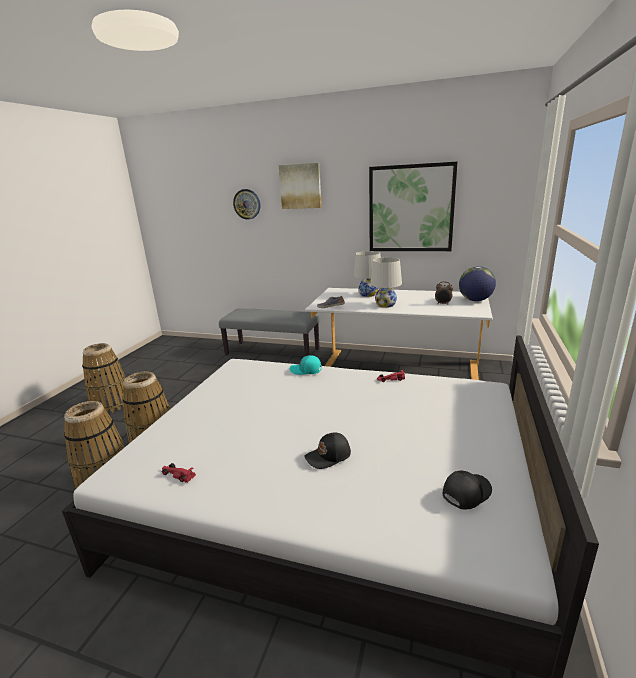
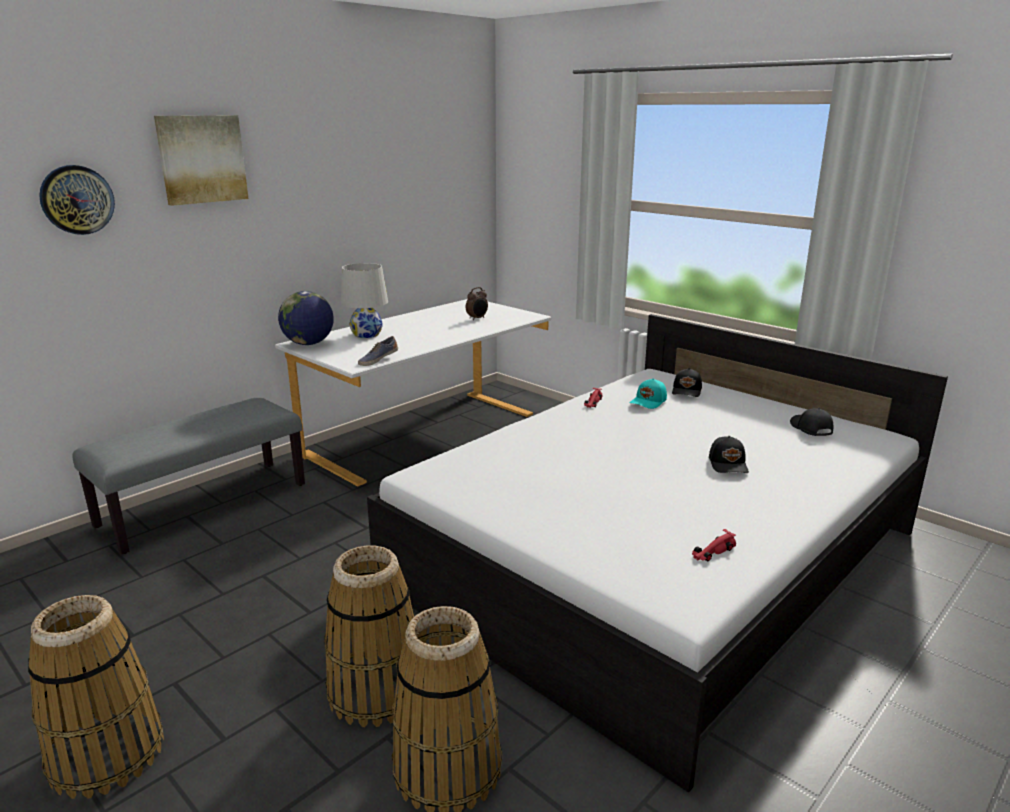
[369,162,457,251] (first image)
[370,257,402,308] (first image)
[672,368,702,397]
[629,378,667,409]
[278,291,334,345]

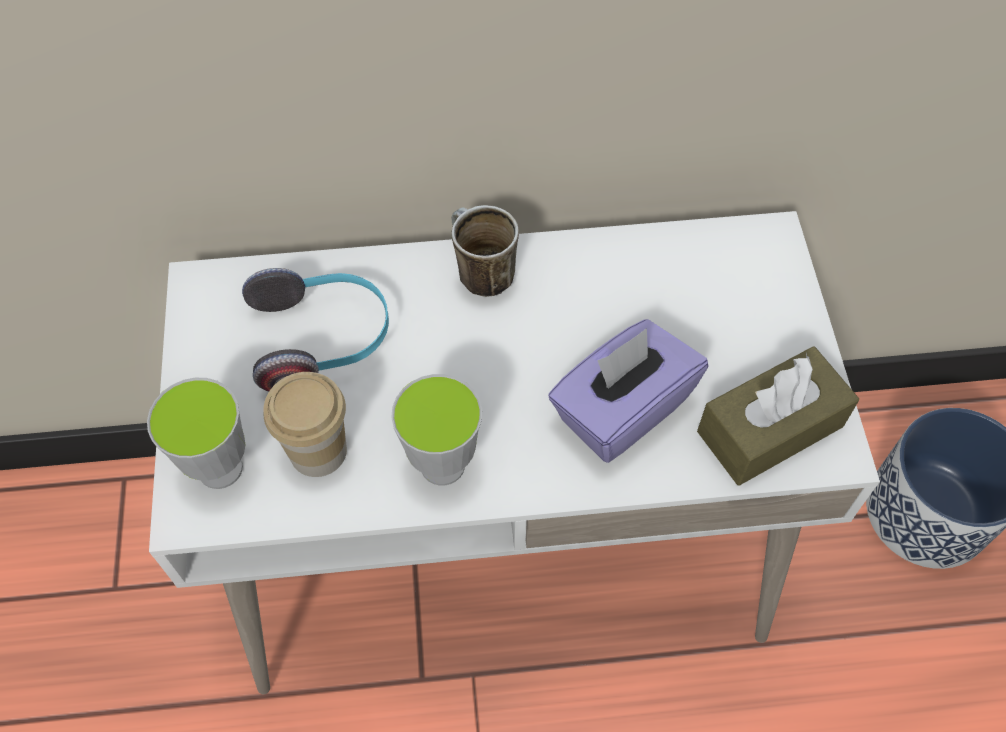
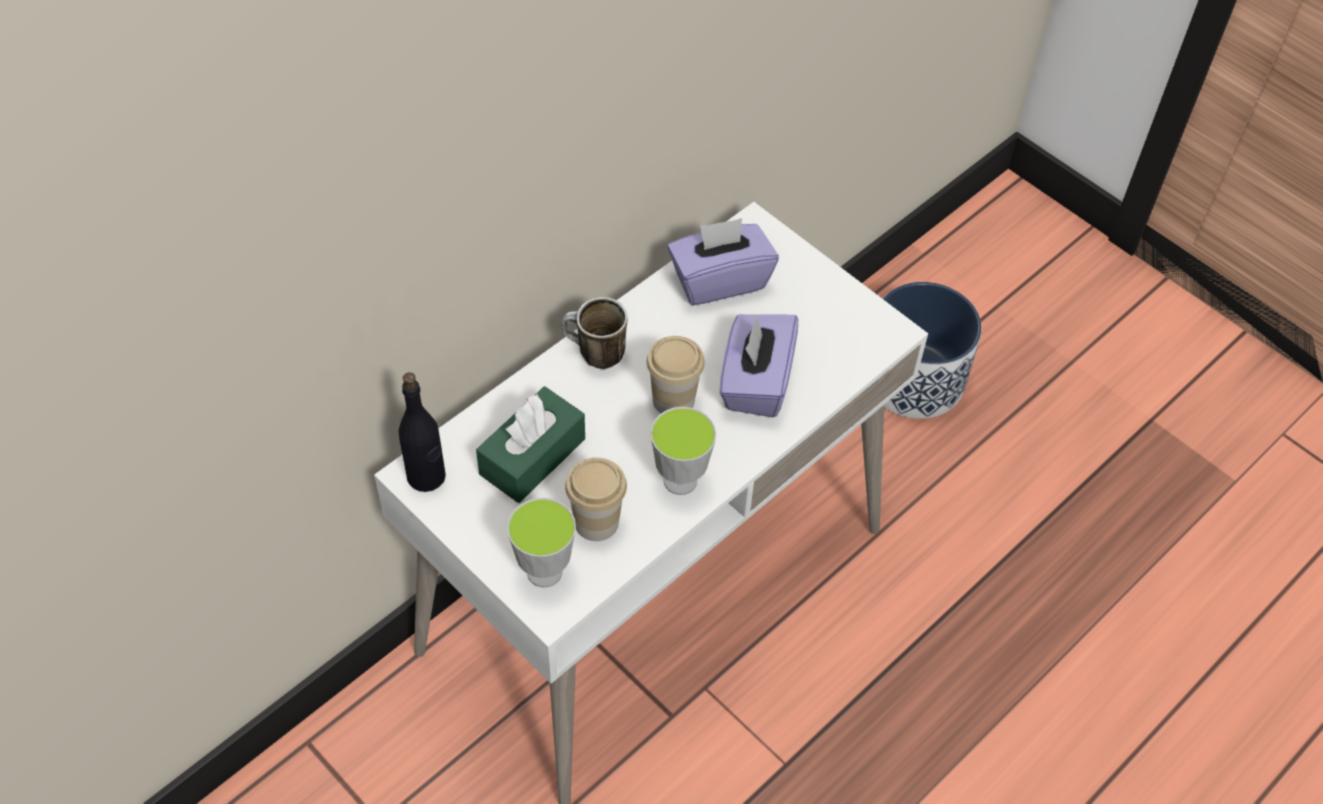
[697,346,859,486] (first image)
[399,372,446,492]
[647,336,705,413]
[667,218,779,305]
[476,387,585,503]

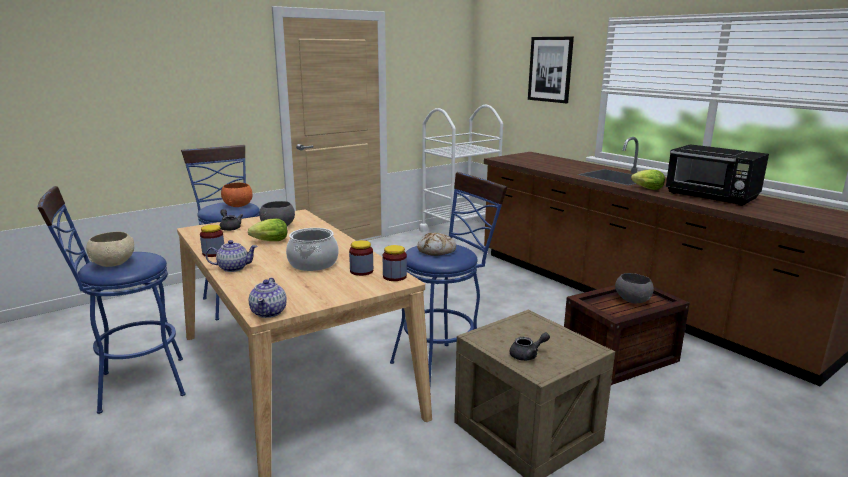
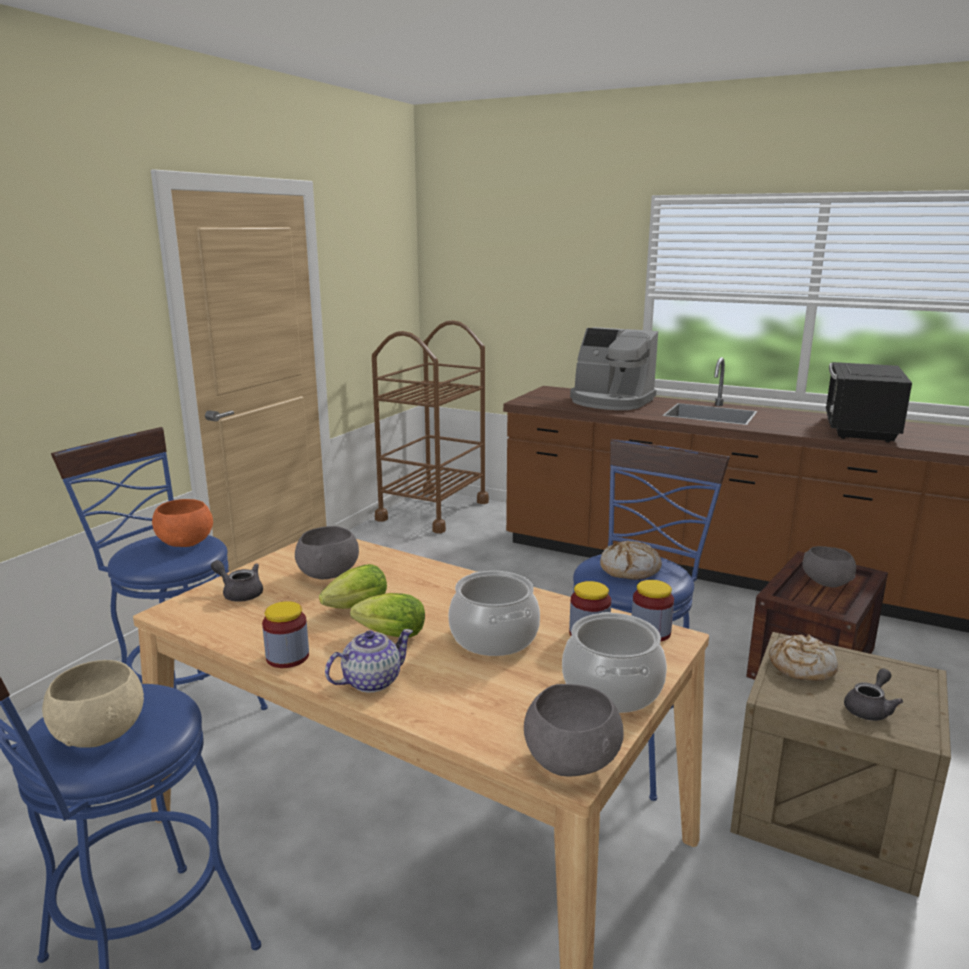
[528,37,574,103] (first image)
[562,612,667,713]
[570,327,658,410]
[769,634,838,681]
[350,593,425,638]
[524,684,624,777]
[372,320,489,533]
[826,362,912,442]

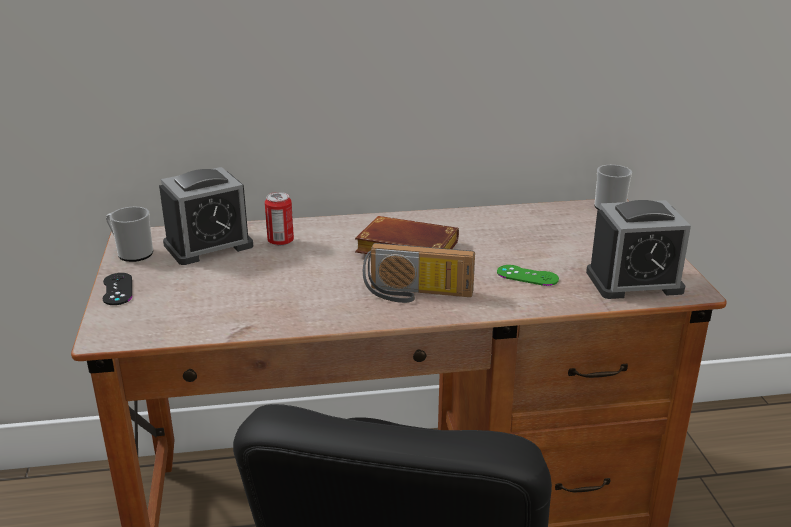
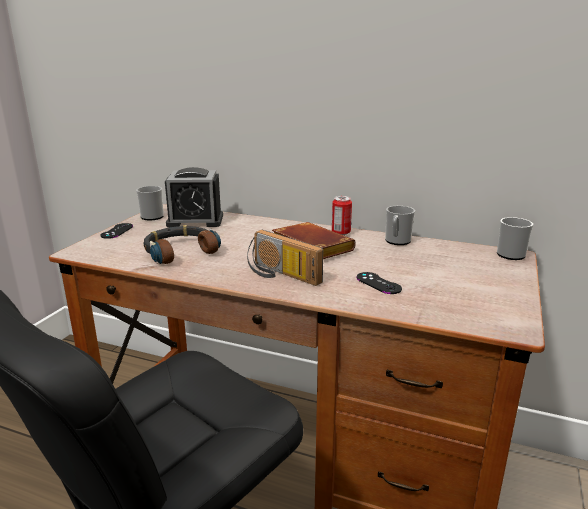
[586,200,691,299] (first image)
[143,225,221,264]
[385,206,415,245]
[332,196,352,235]
[356,272,402,294]

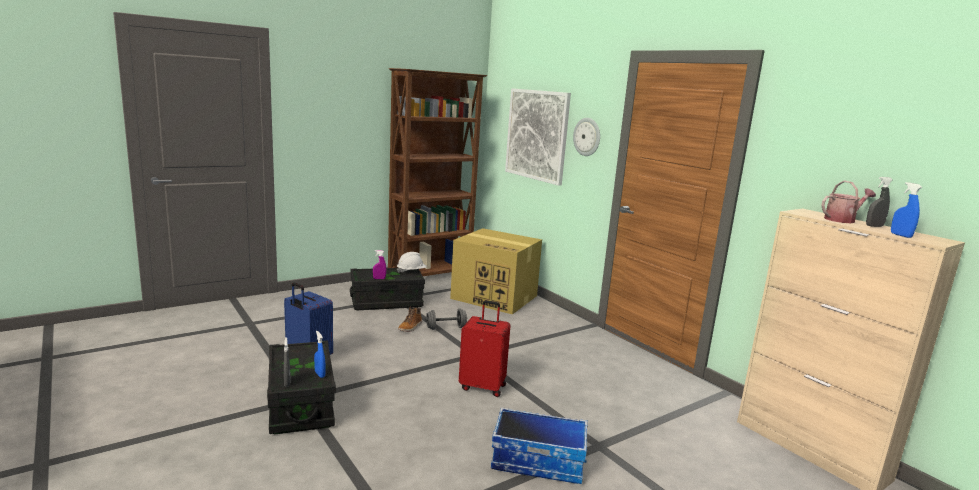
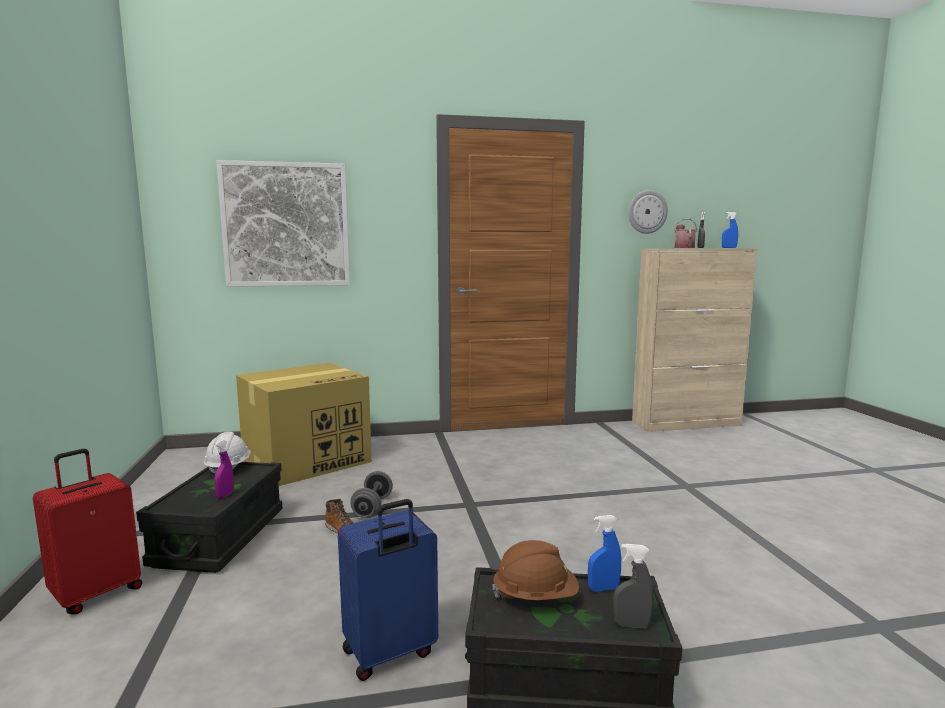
[388,68,487,276] (first image)
[491,407,588,484] (first image)
[492,540,579,600]
[33,449,142,614]
[628,190,668,234]

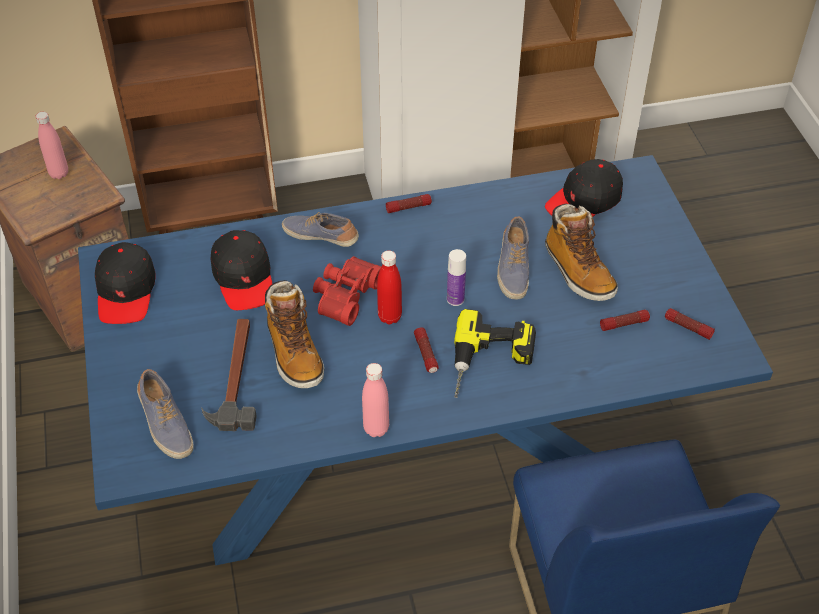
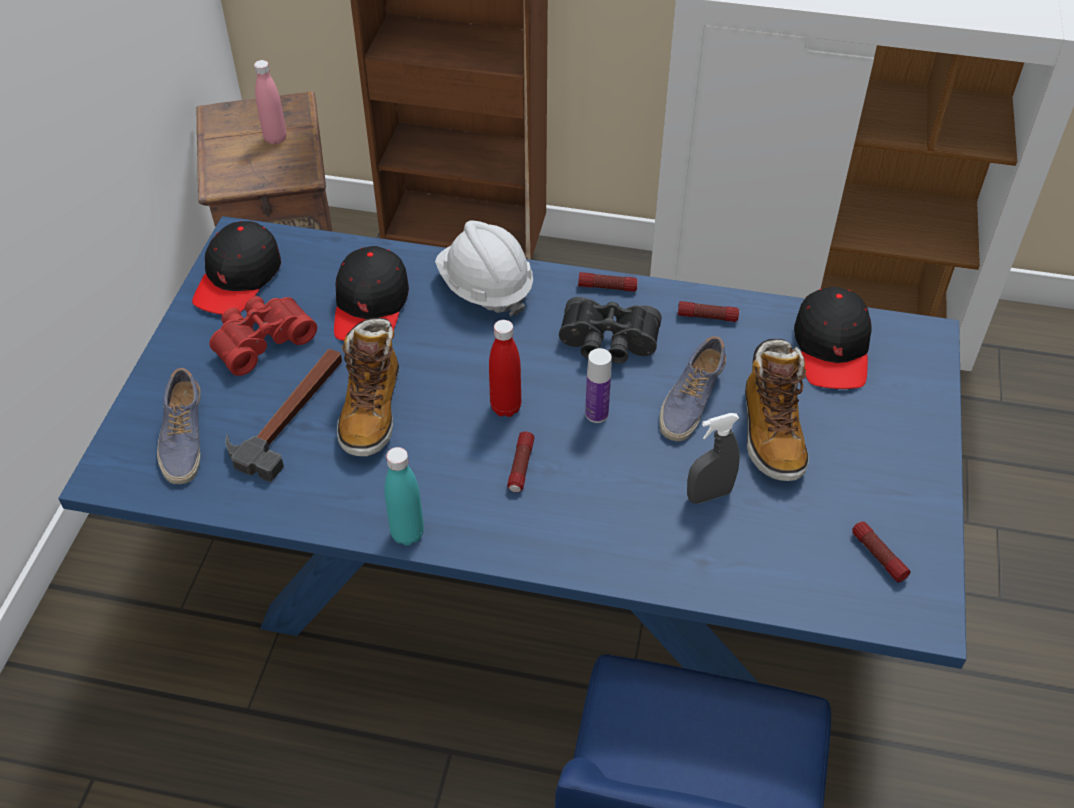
[454,309,536,398] (first image)
[559,297,662,364]
[687,413,740,504]
[209,296,317,376]
[678,301,739,322]
[435,220,533,316]
[385,447,424,545]
[794,287,872,389]

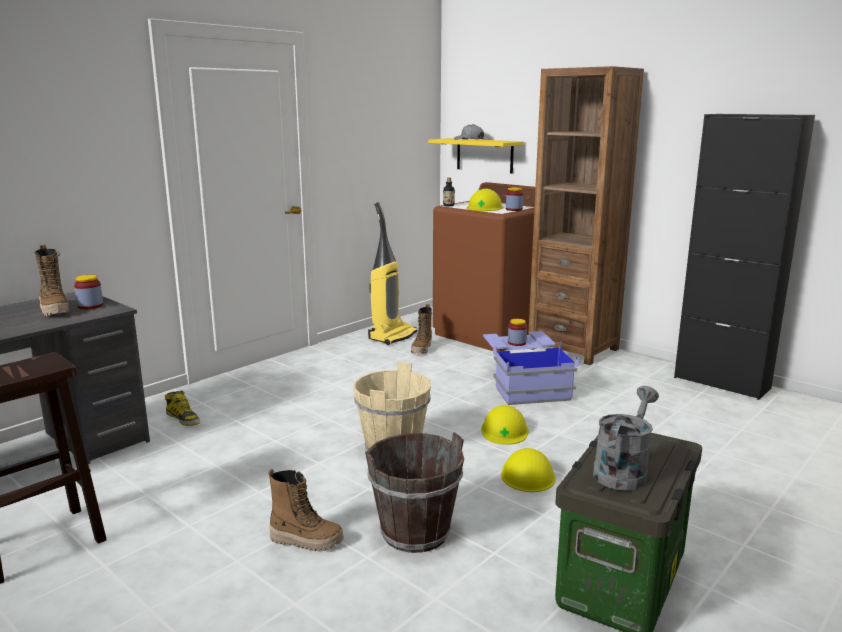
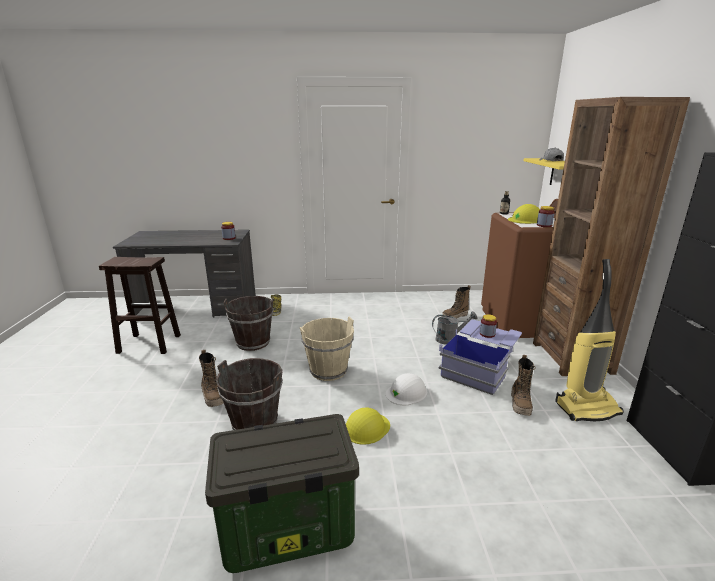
[223,296,274,351]
[511,355,536,416]
[555,259,624,421]
[432,311,478,344]
[386,373,427,405]

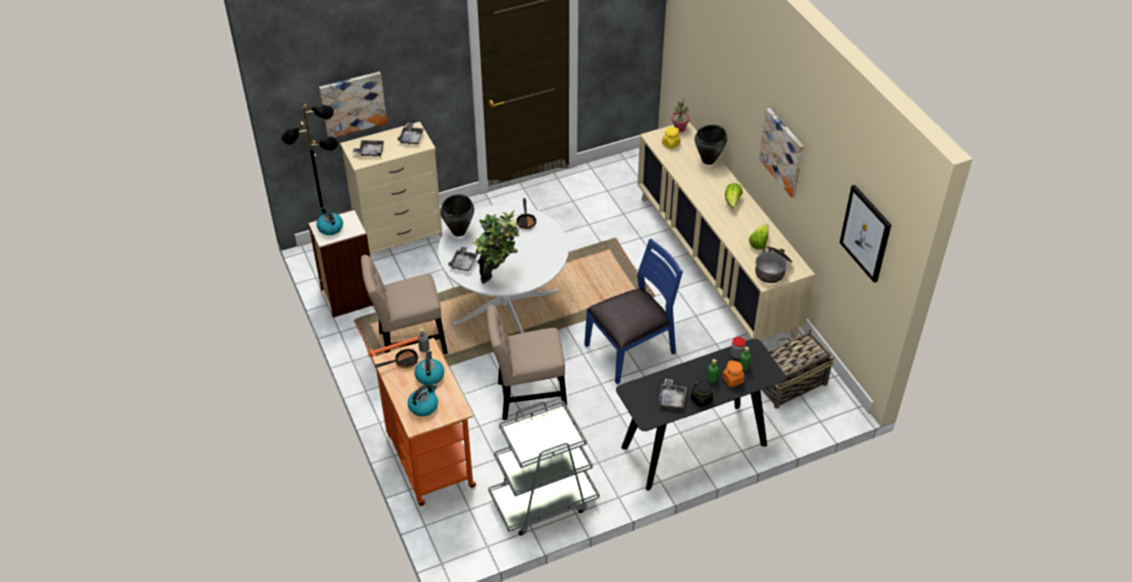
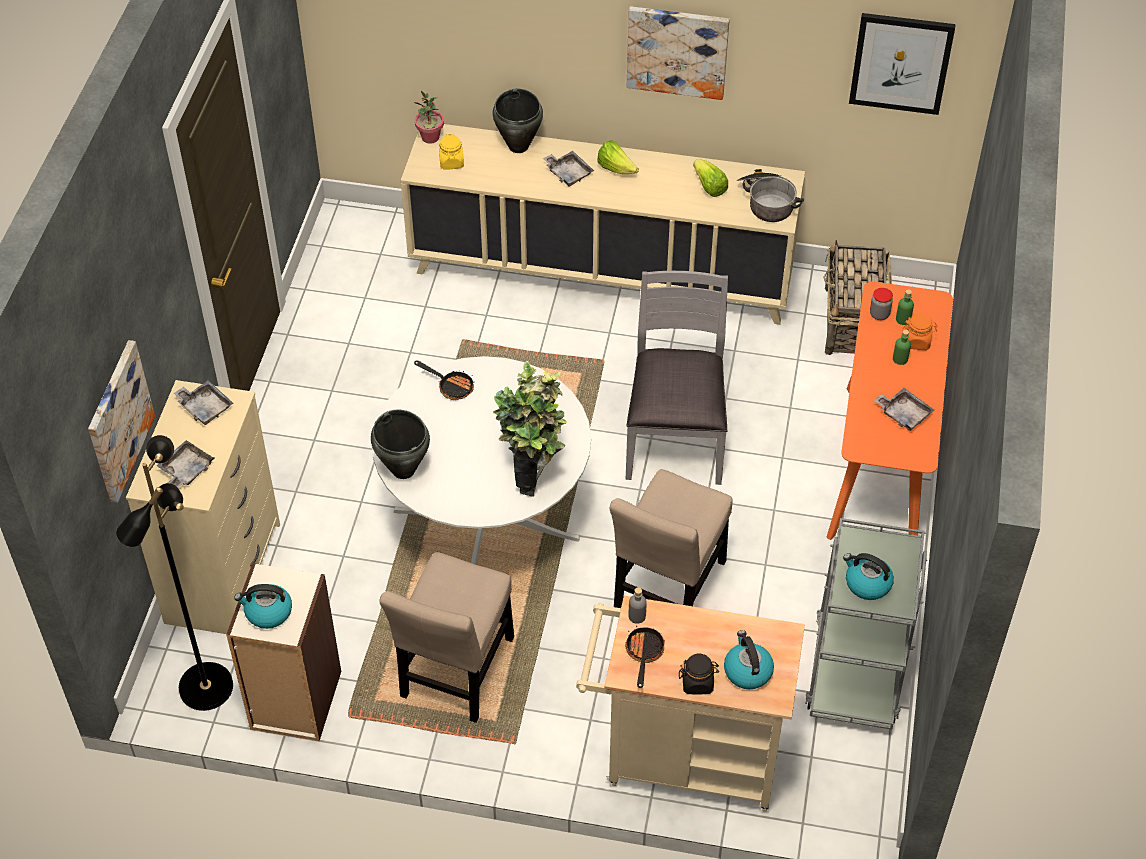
[843,553,894,600]
[543,151,594,187]
[679,653,719,695]
[576,596,805,812]
[626,271,728,485]
[827,282,953,540]

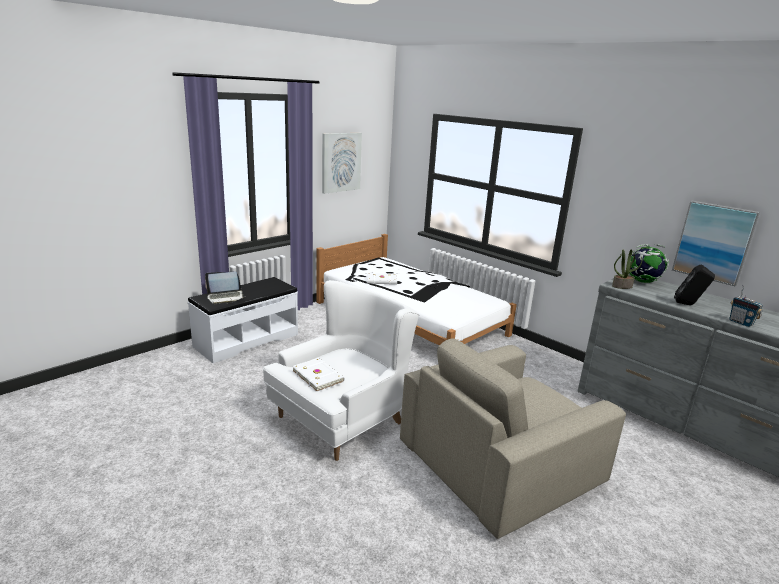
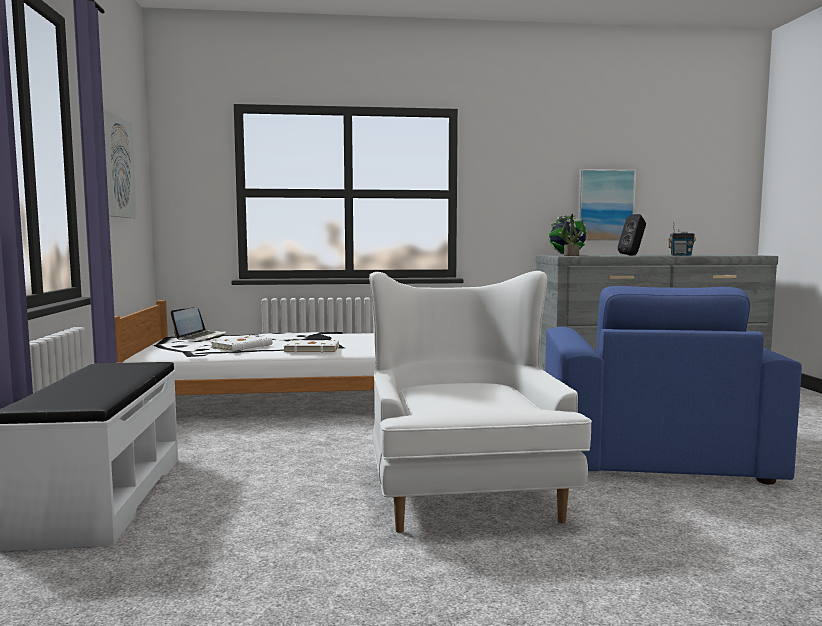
[171,307,226,341]
[284,340,339,353]
[545,286,802,485]

